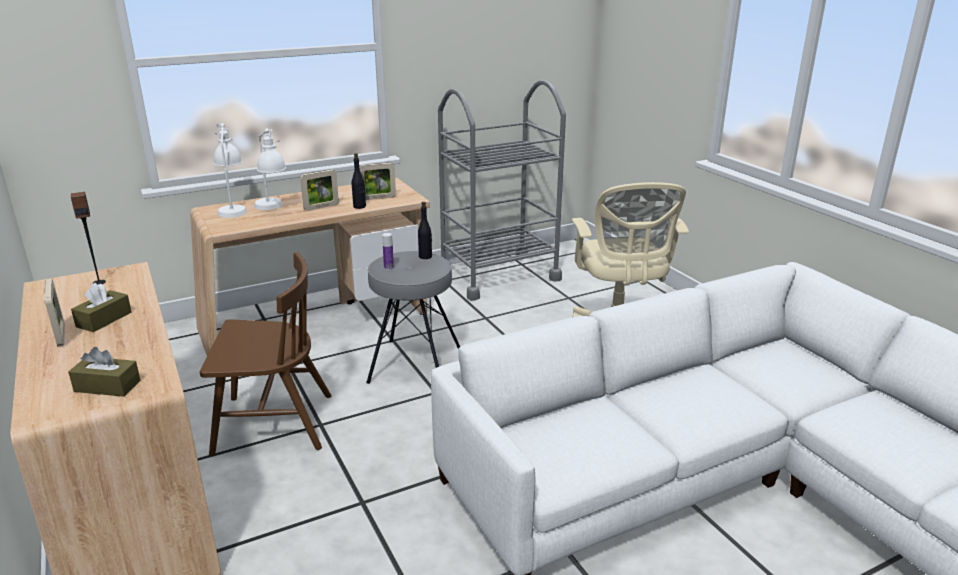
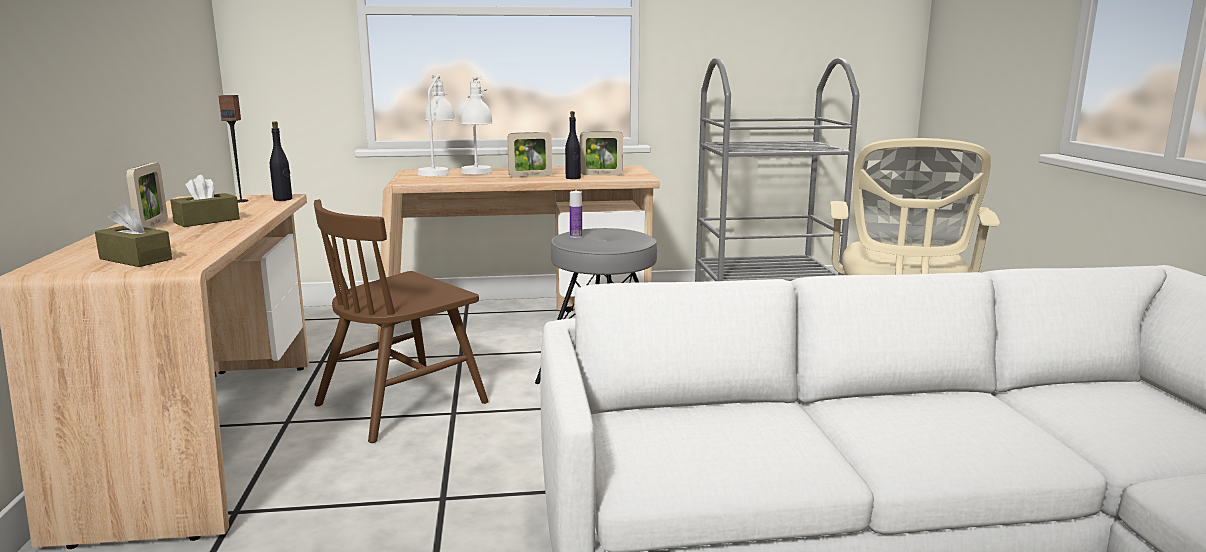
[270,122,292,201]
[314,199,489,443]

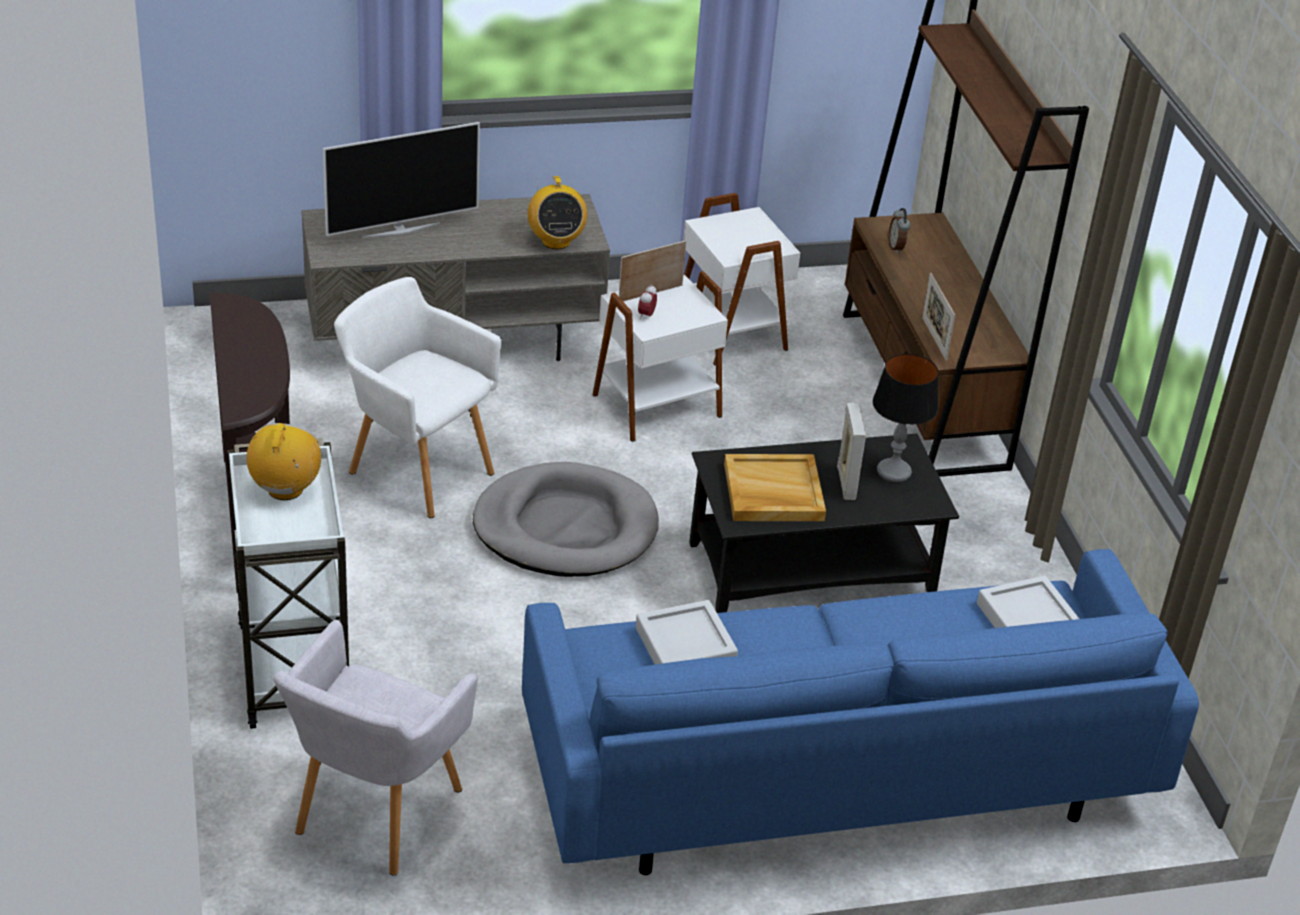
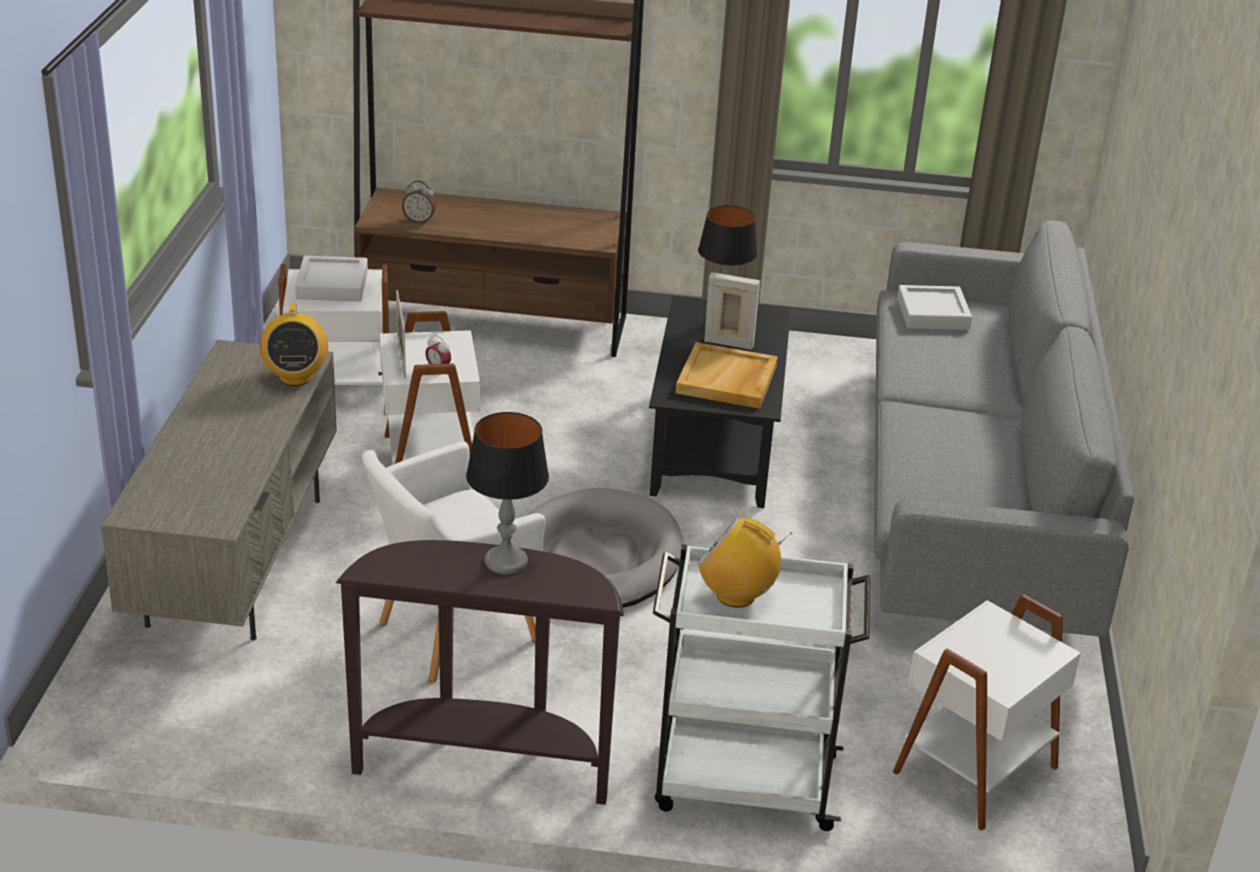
[323,122,480,238] (first image)
[922,273,955,360] (first image)
[466,412,549,575]
[295,256,368,301]
[893,594,1081,830]
[874,221,1134,637]
[260,304,328,386]

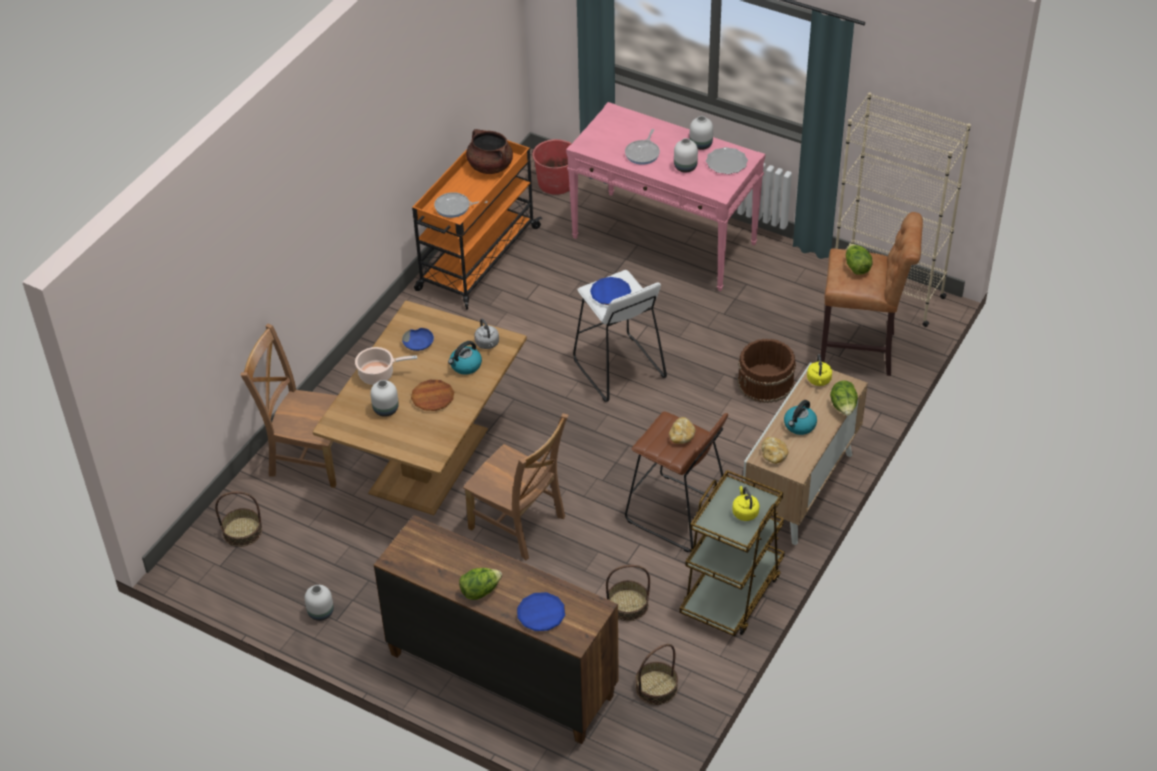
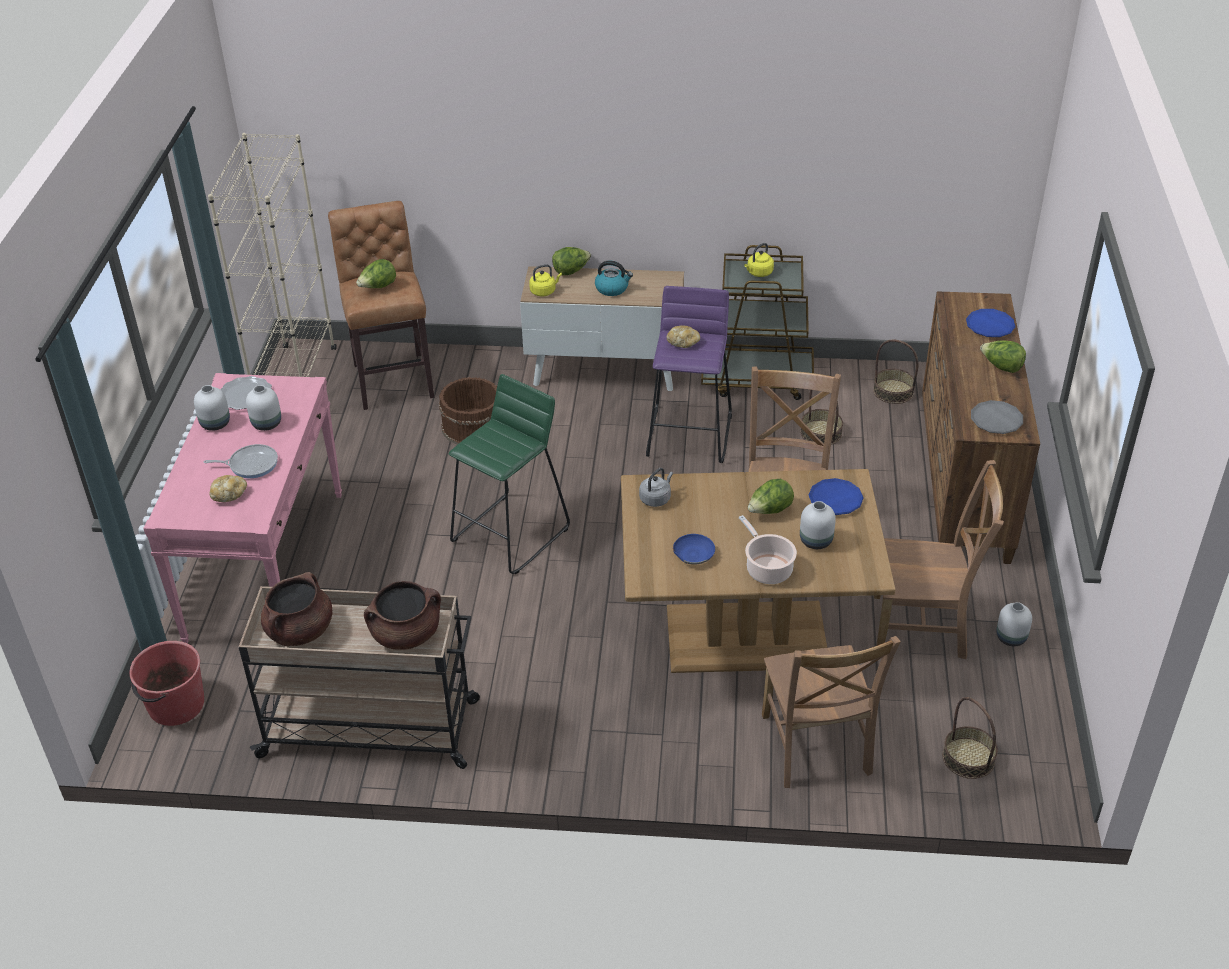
[448,341,482,375] (first image)
[874,460,1004,659]
[971,400,1023,434]
[809,478,864,515]
[209,475,247,502]
[748,479,794,514]
[364,581,441,650]
[239,586,480,769]
[449,374,570,574]
[646,286,732,463]

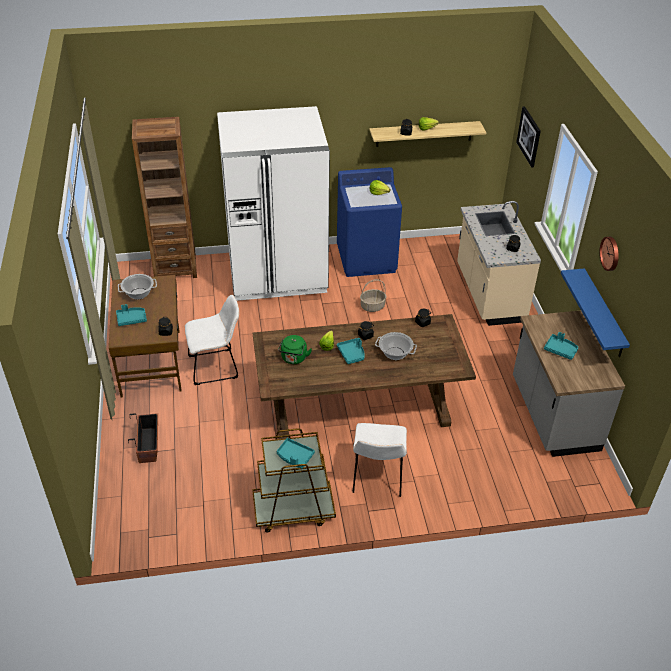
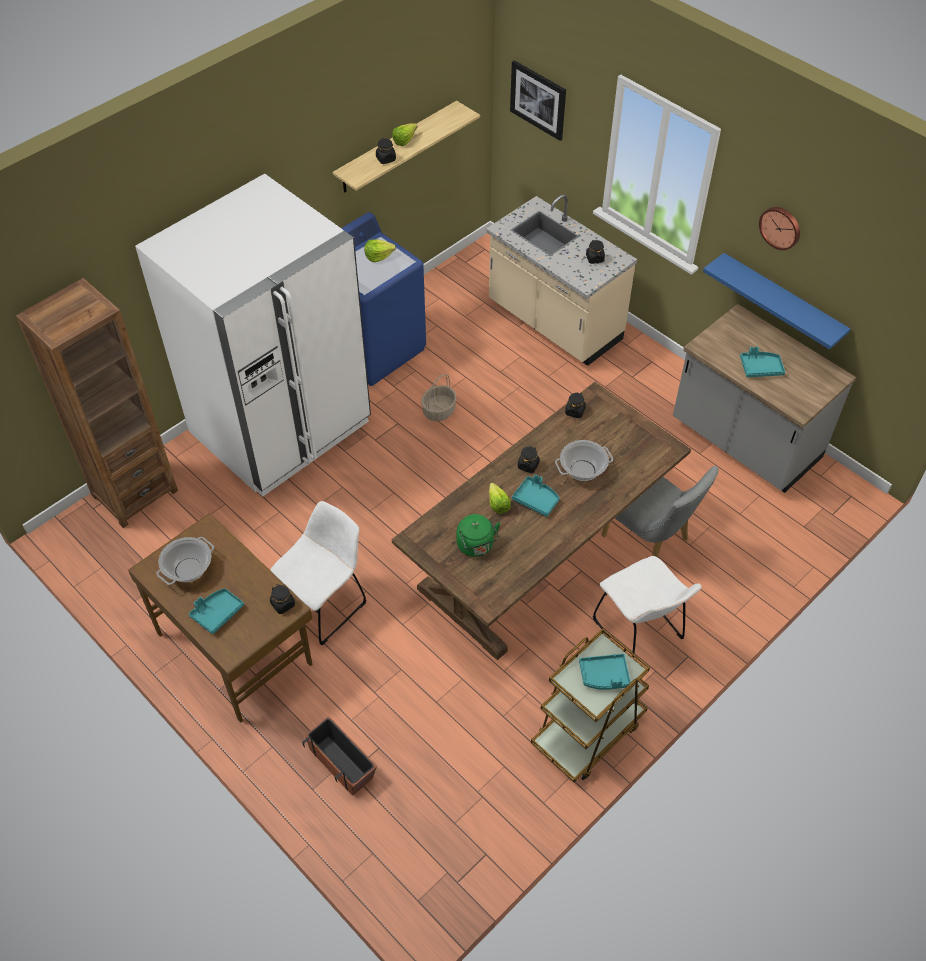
[601,466,719,557]

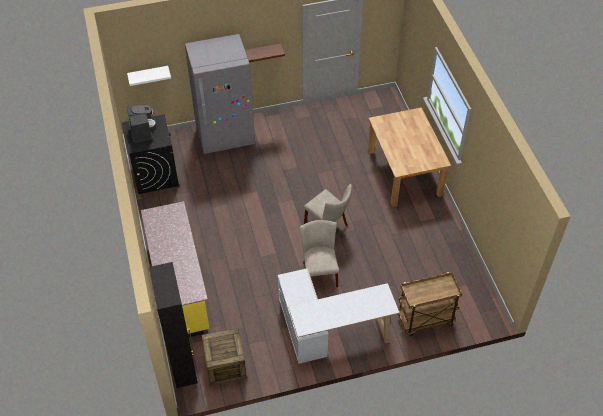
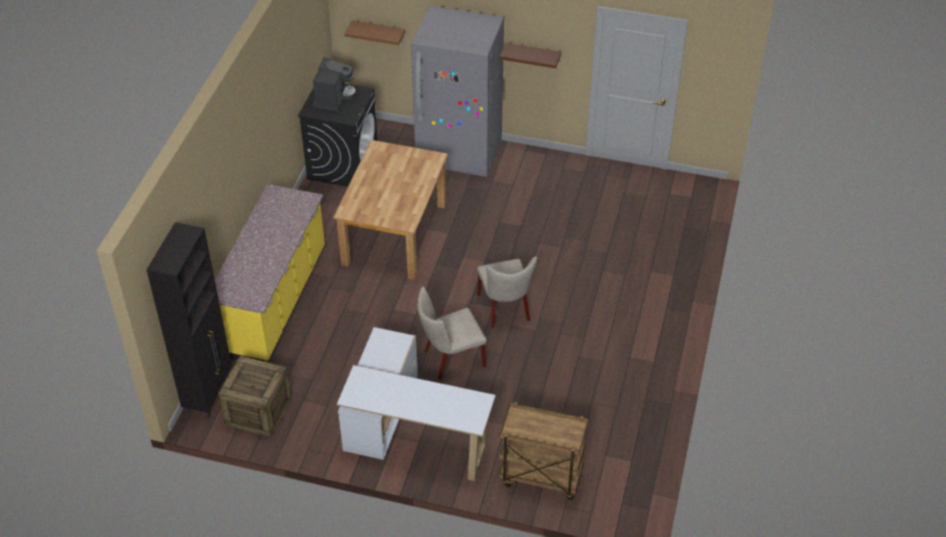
[333,140,448,280]
[344,20,405,45]
[417,286,487,380]

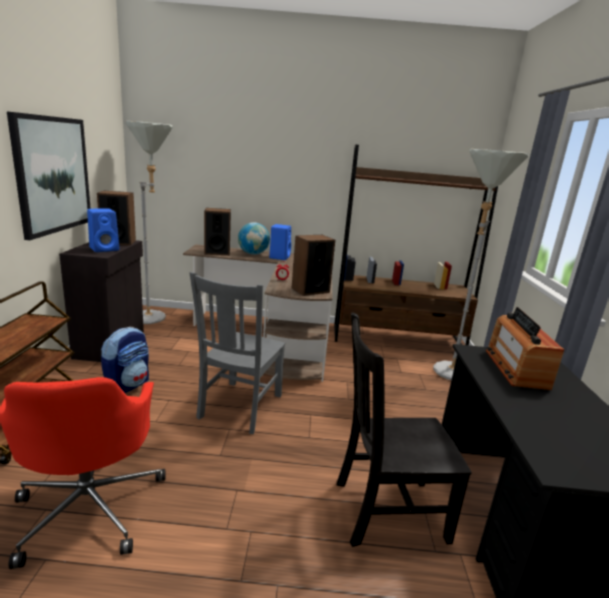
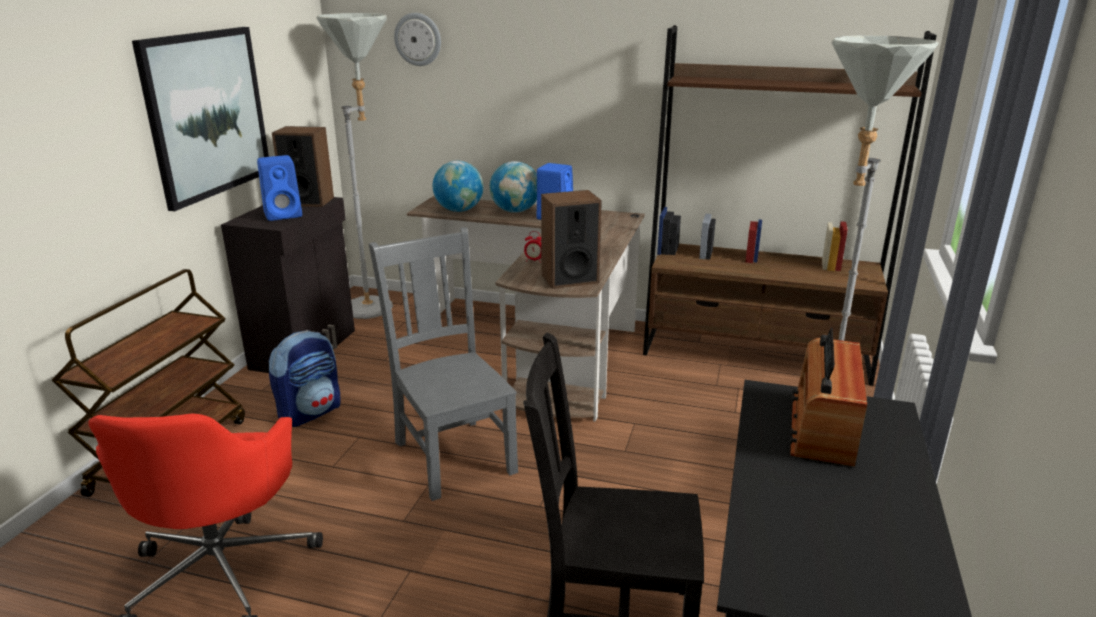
[394,13,441,66]
[433,161,483,212]
[369,227,518,501]

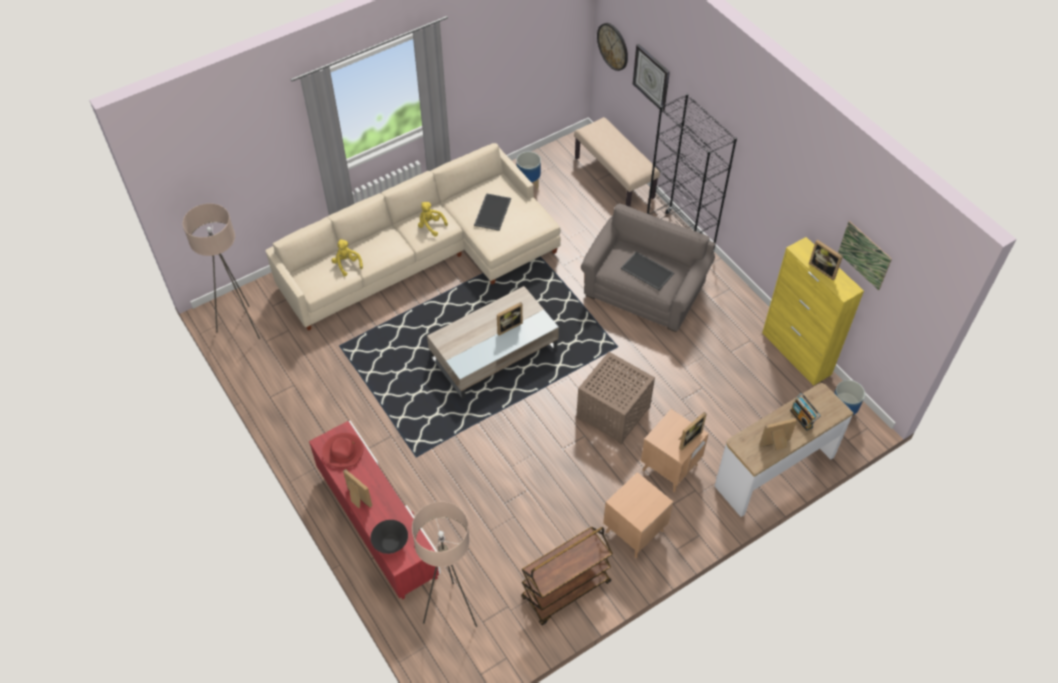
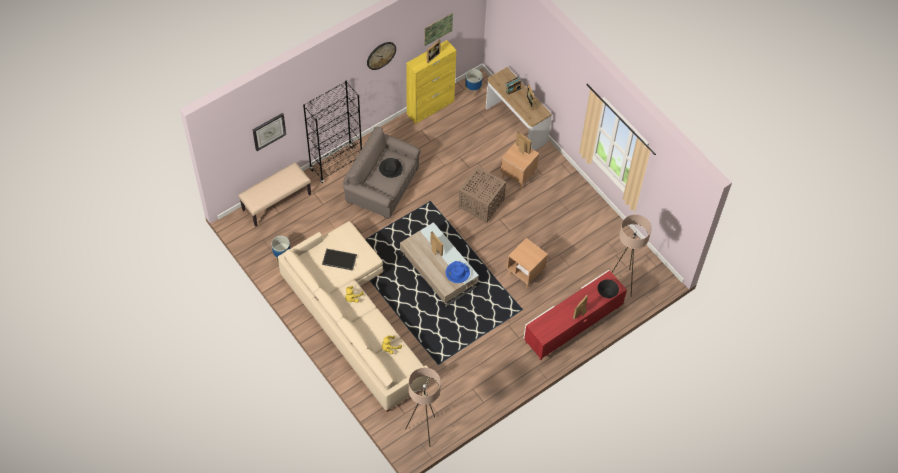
[322,433,363,468] (first image)
[521,527,613,625] (first image)
[446,261,470,283]
[367,42,396,70]
[507,238,548,289]
[379,158,403,178]

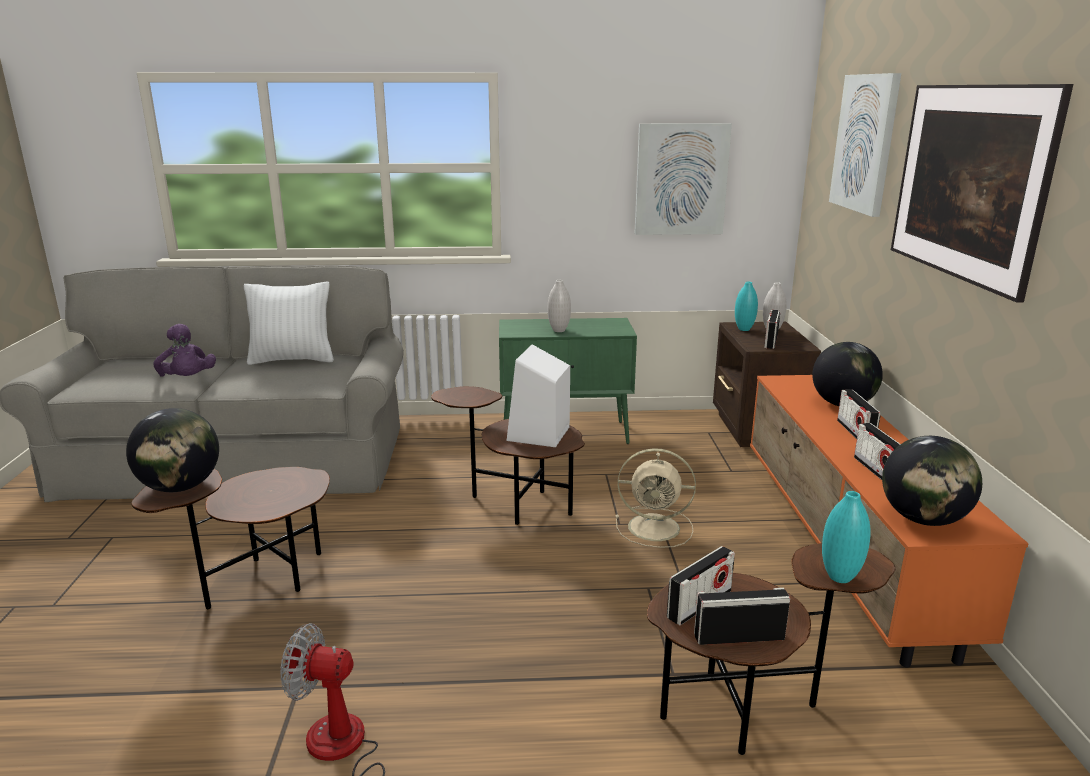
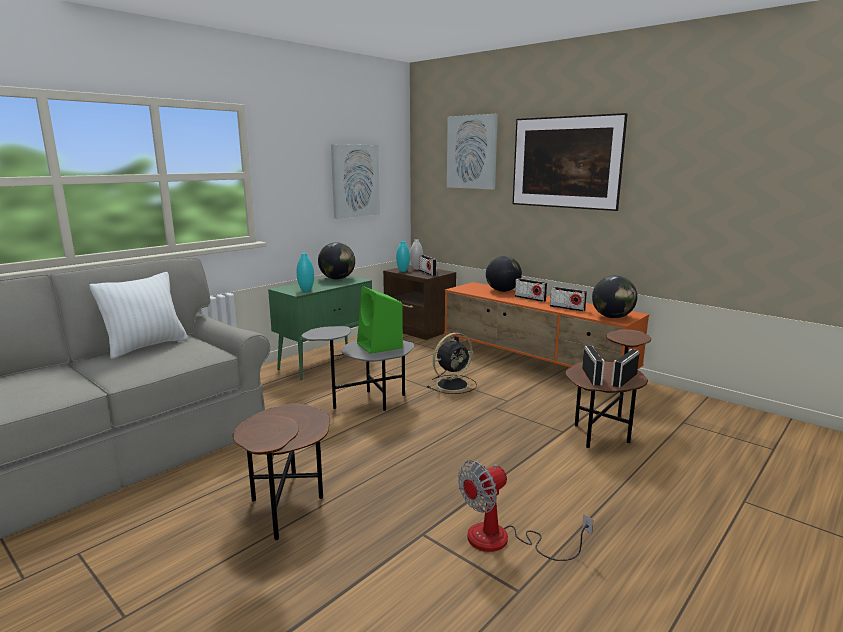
[154,324,216,377] (first image)
[548,280,571,332] (first image)
[318,242,355,280]
[297,253,314,292]
[301,326,414,411]
[357,286,403,354]
[427,333,477,394]

